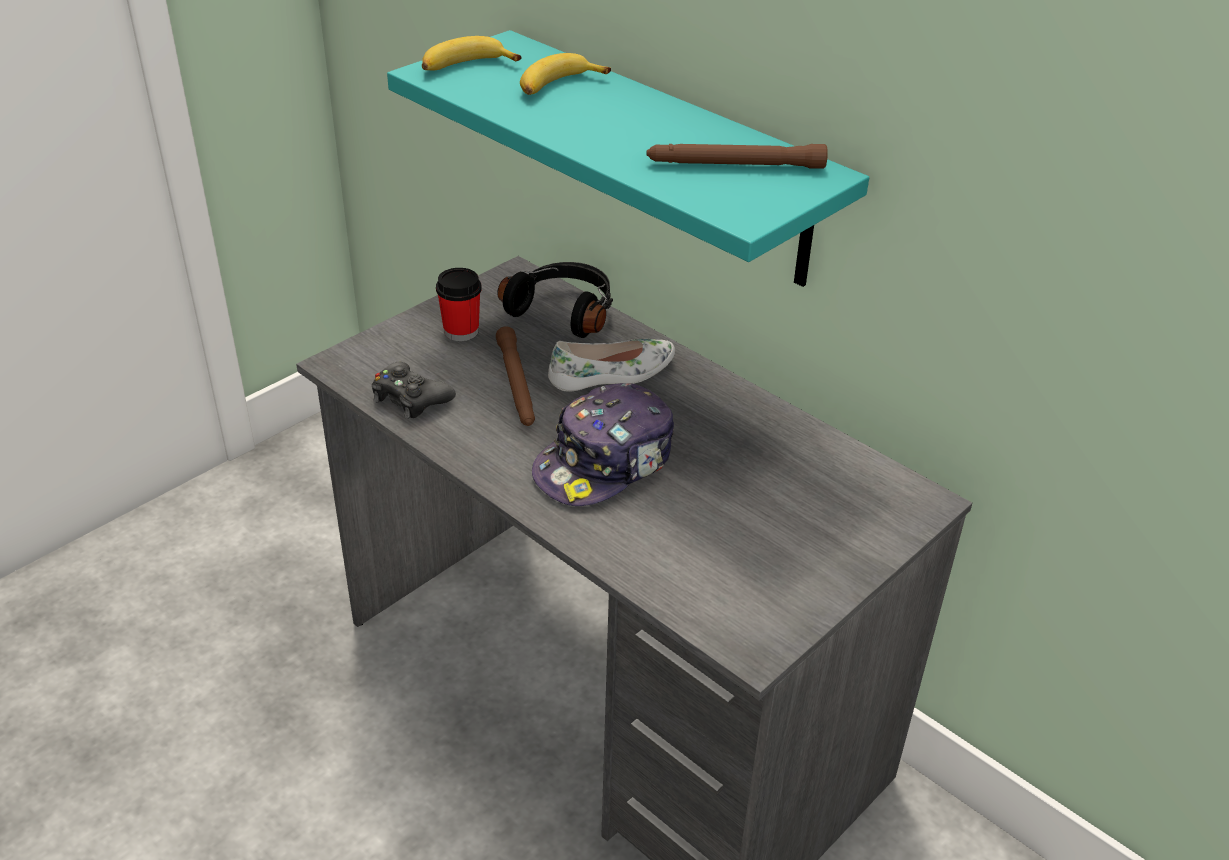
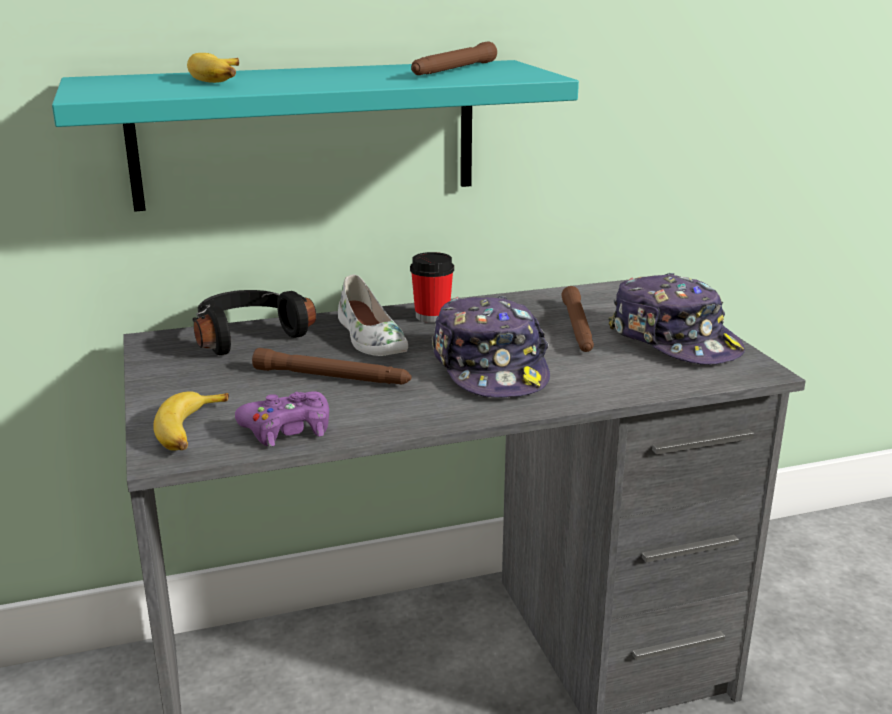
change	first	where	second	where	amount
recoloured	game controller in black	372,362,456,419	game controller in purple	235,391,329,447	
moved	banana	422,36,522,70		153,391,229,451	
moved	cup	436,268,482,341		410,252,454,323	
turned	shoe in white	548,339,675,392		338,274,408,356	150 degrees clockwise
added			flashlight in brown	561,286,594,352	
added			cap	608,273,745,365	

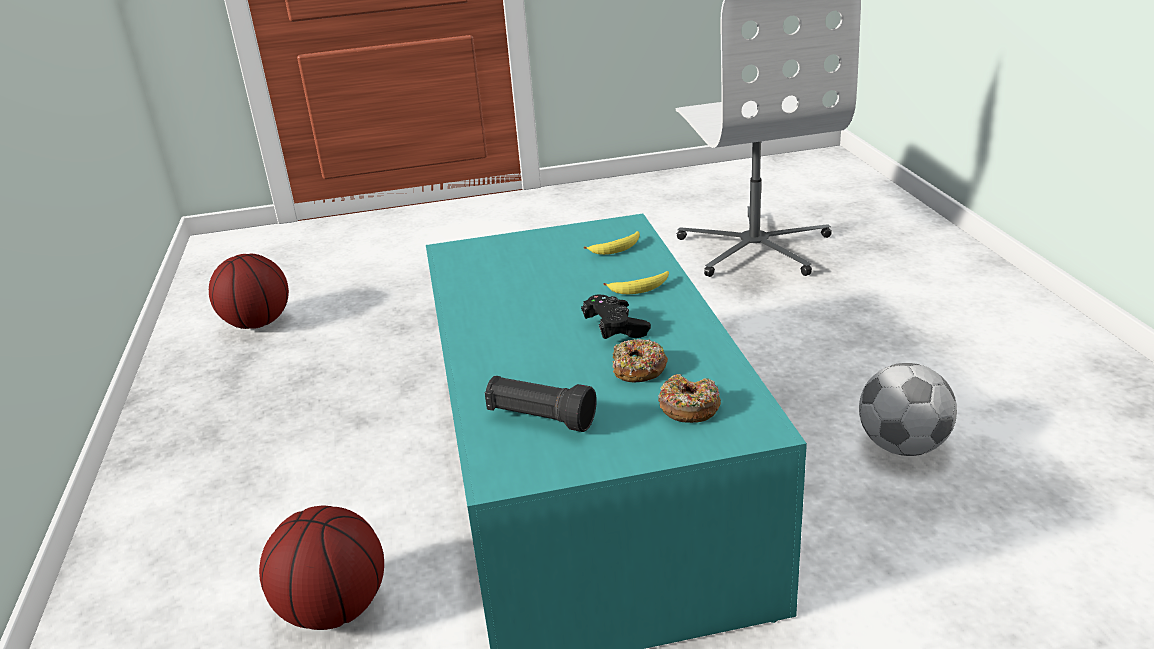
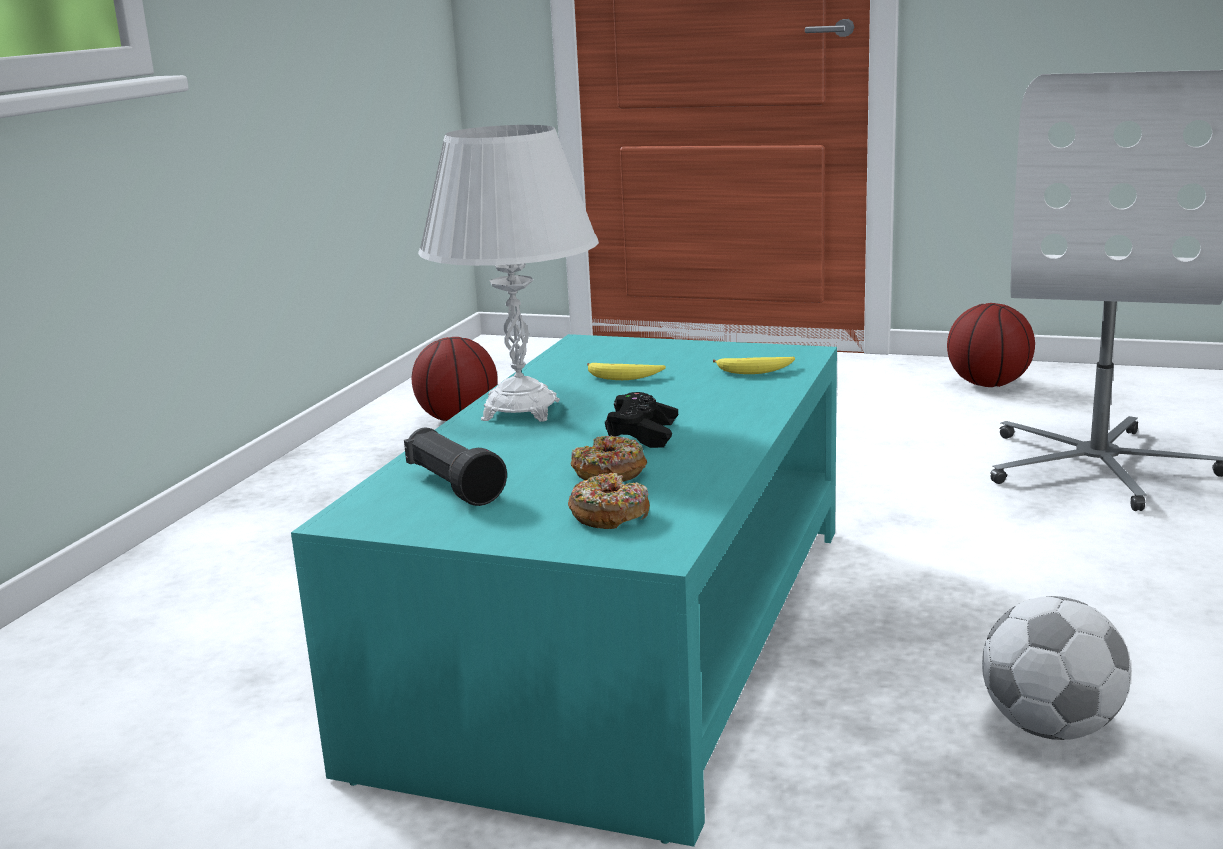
change	first	where	second	where	amount
moved	basketball	259,506,384,630		947,303,1035,387	
moved	banana	604,271,669,294		587,363,666,380	
added			table lamp in white	418,125,599,422	

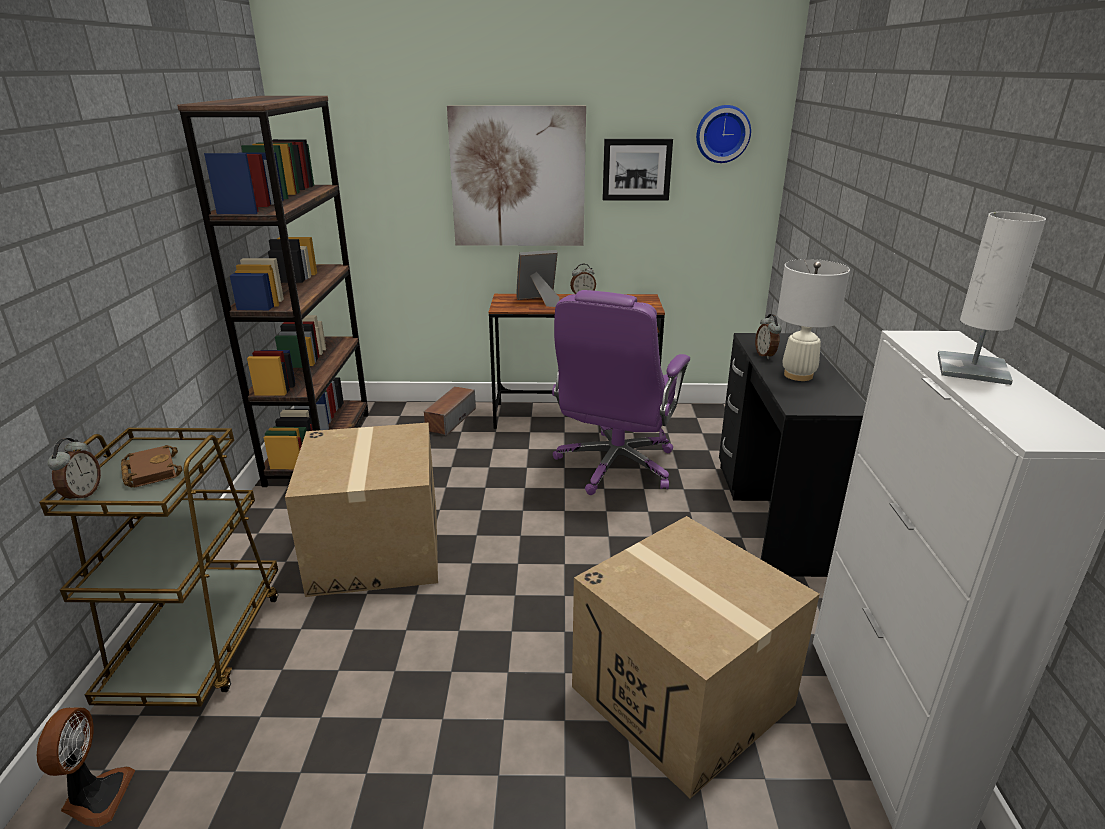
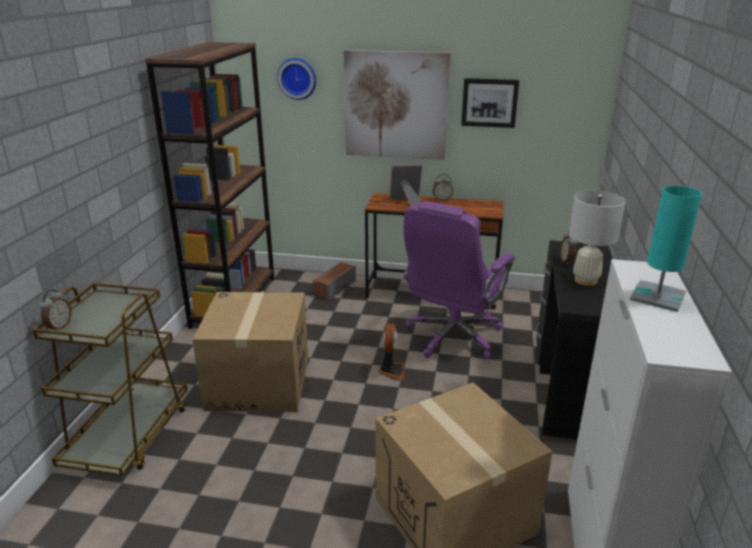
change	first	where	second	where	amount
moved	fan	37,707,135,827		379,323,405,381	
removed	book in brown	121,445,183,487			
moved	wall clock	696,105,751,163		277,58,316,100	
recoloured	table lamp in white	938,212,1046,385	table lamp in turquoise	630,185,702,312	

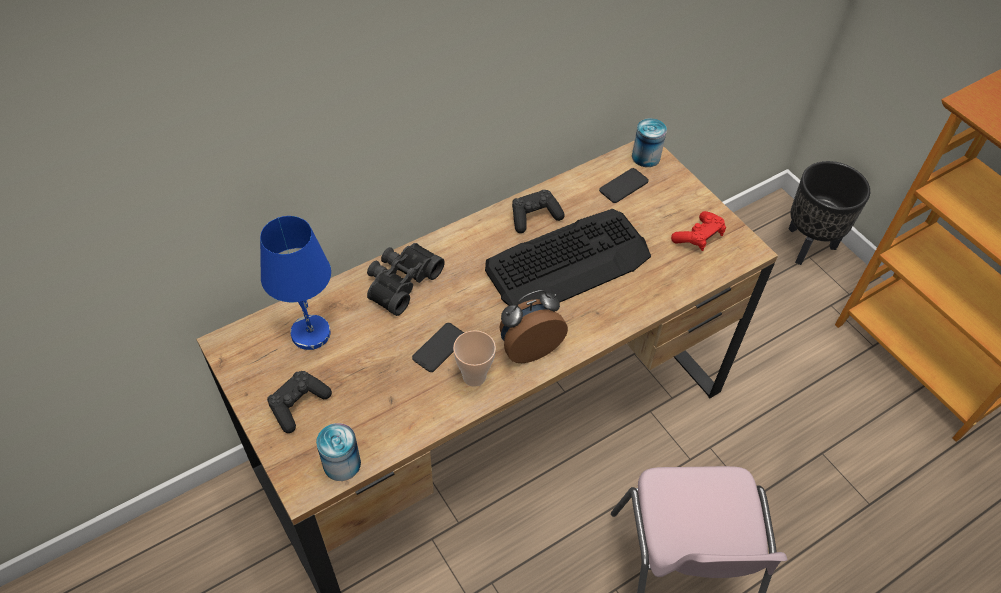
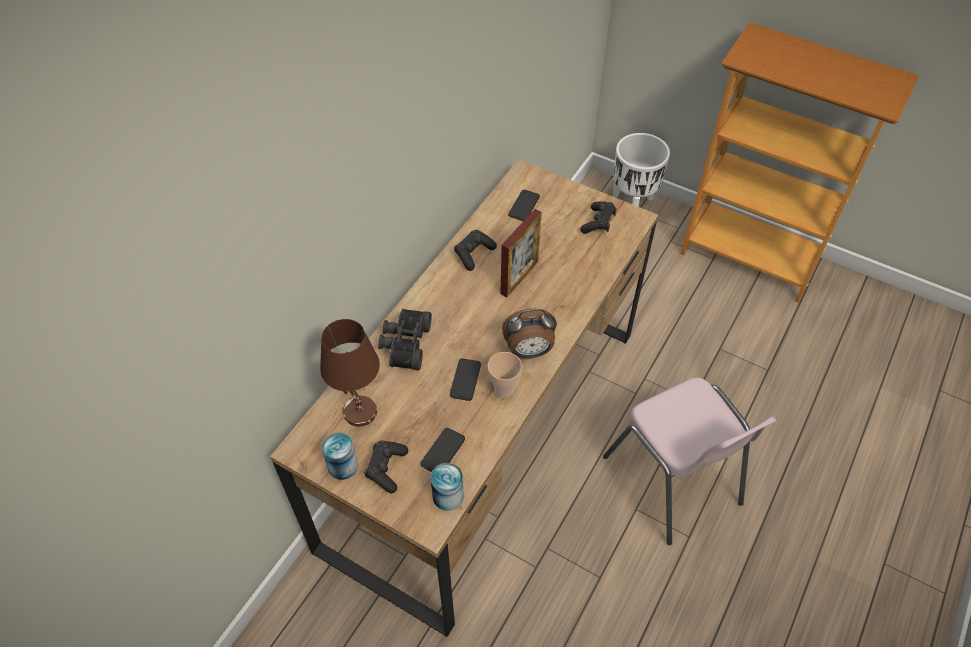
change	first	where	second	where	amount
recoloured	table lamp in blue	260,216,331,350	table lamp in brown	320,319,380,427	
replaced	keyboard	485,209,651,306	picture frame	500,209,542,297	
turned	alarm clock	499,290,568,363		502,308,557,358	135 degrees counterclockwise
moved	can	632,118,667,167		322,433,358,480	
recoloured	game controller in red	671,211,726,251	game controller in black	581,201,617,234	
recoloured	planter in black	789,161,870,265	planter in white	613,133,670,207	
added			phone	420,428,465,472	

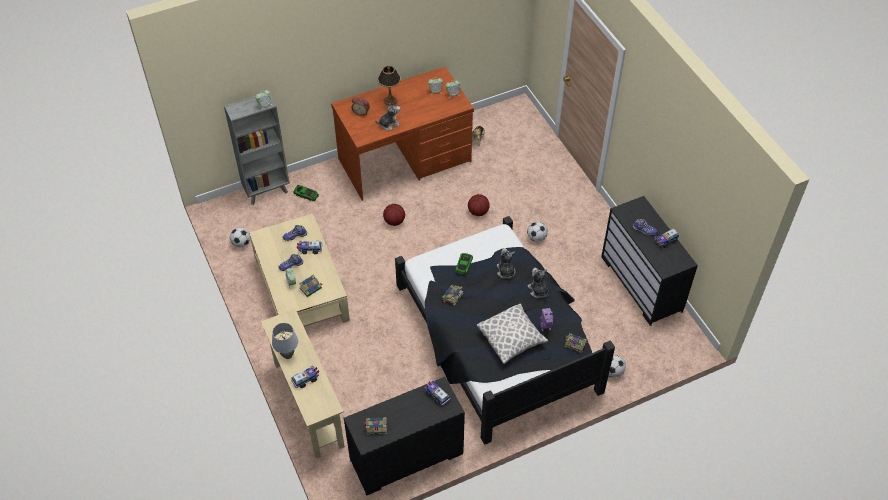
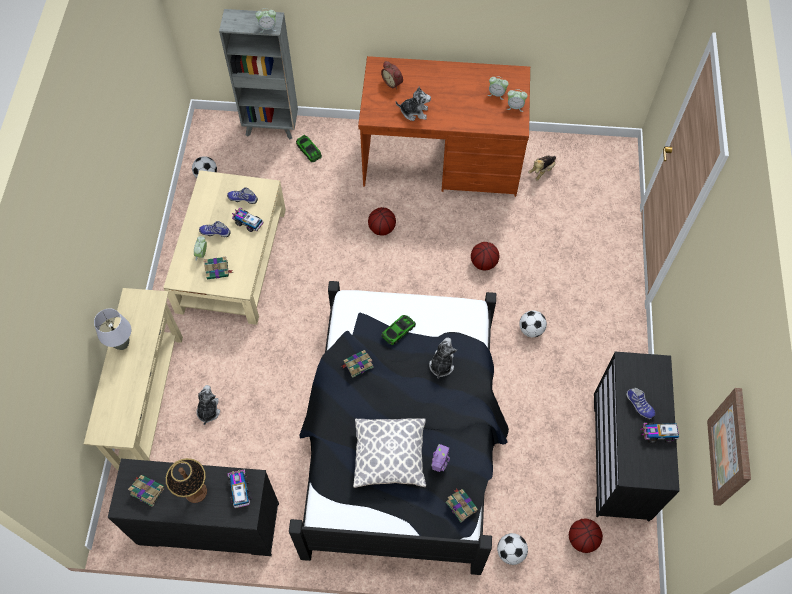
change	first	where	second	where	amount
removed	toy truck	291,366,319,388			
moved	table lamp	377,66,401,106		166,458,207,503	
moved	plush toy	528,268,548,298		196,385,220,425	
added			basketball	569,519,603,553	
added			picture	707,388,751,506	

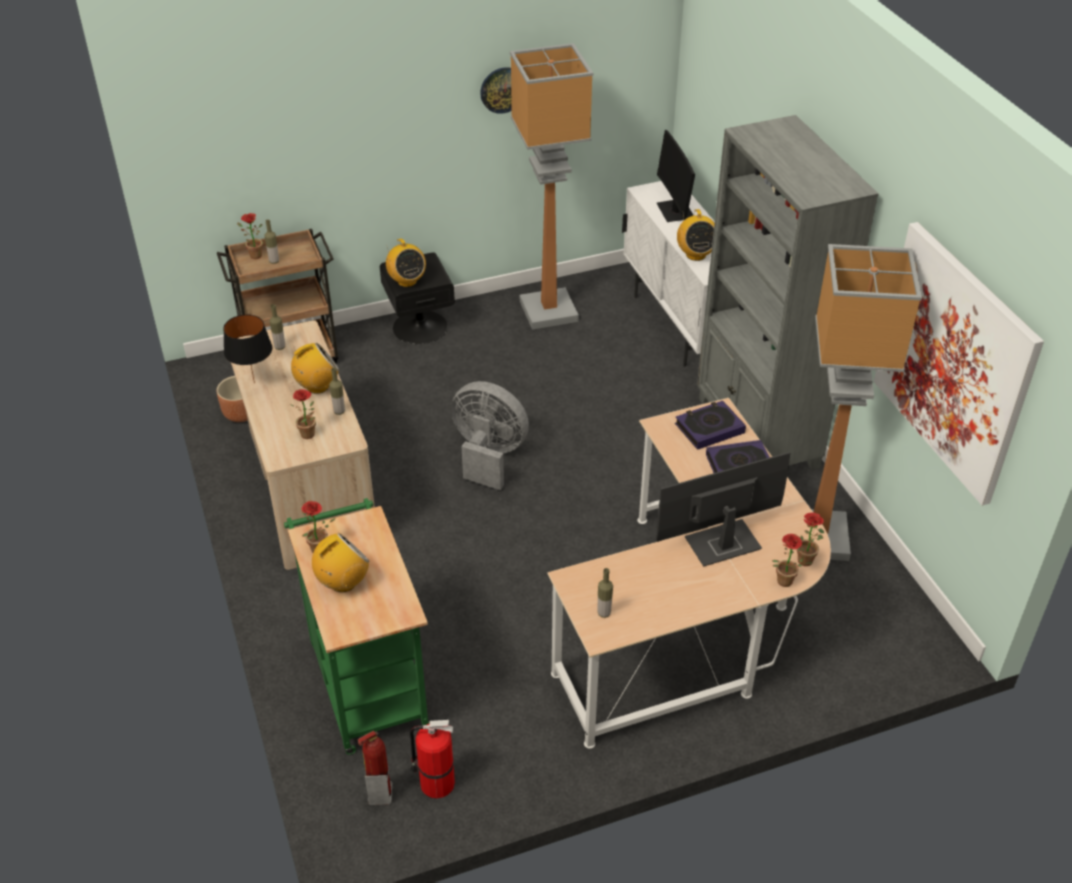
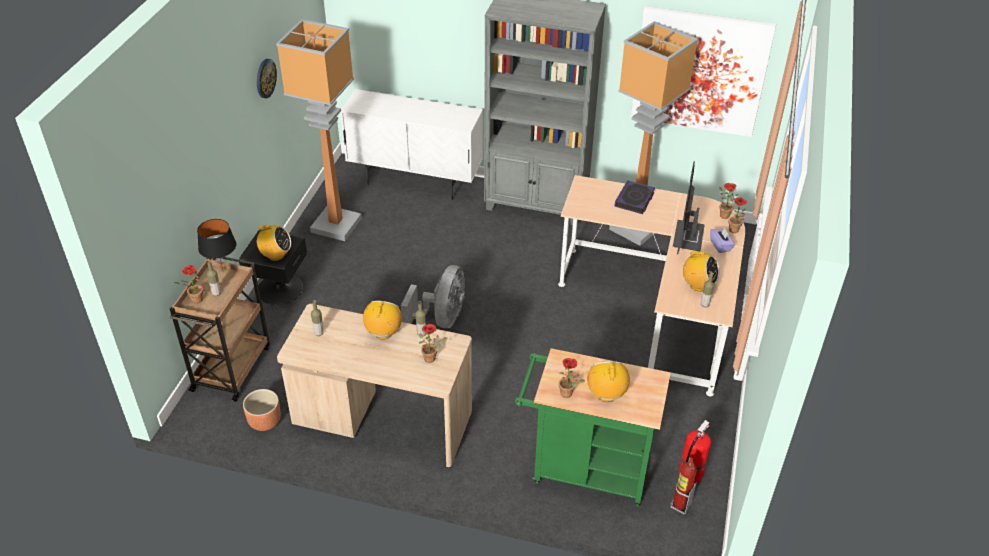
change	first	where	second	where	amount
moved	table lamp in black	223,315,272,384		197,219,236,270	
turned	fan in grey	451,381,529,490		401,265,465,328	135 degrees clockwise
removed	monitor	657,130,695,222			
removed	book	675,401,746,450			
moved	radio	677,209,714,261		683,251,720,291	
added			tissue box in purple	710,227,735,253	

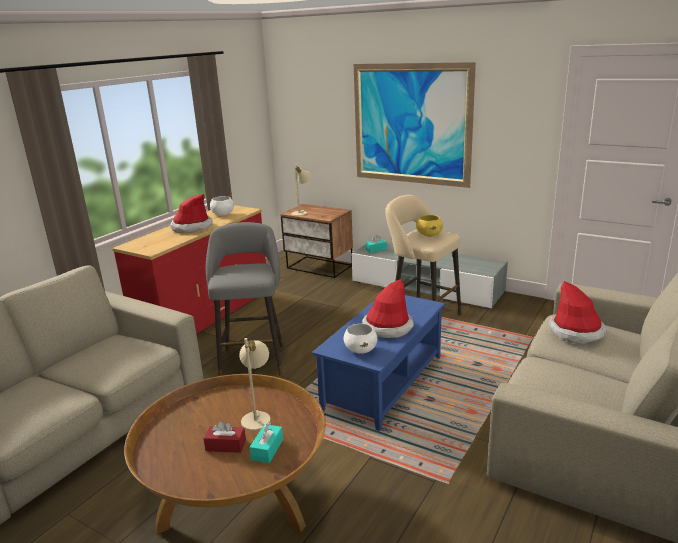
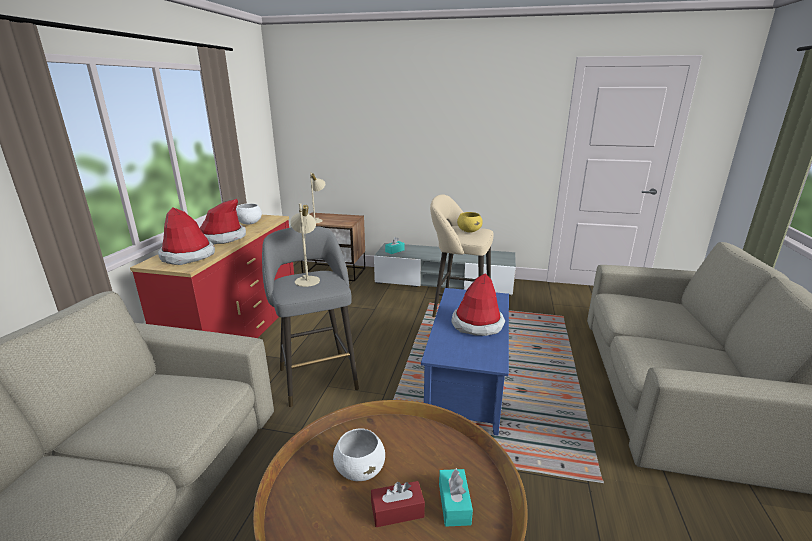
change	first	where	second	where	amount
moved	table lamp in beige	239,338,270,430		290,203,320,287	
moved	bowl in white	343,323,377,354		333,428,385,481	
removed	picture	354,62,476,188			
moved	hat	549,281,606,344		158,207,215,265	

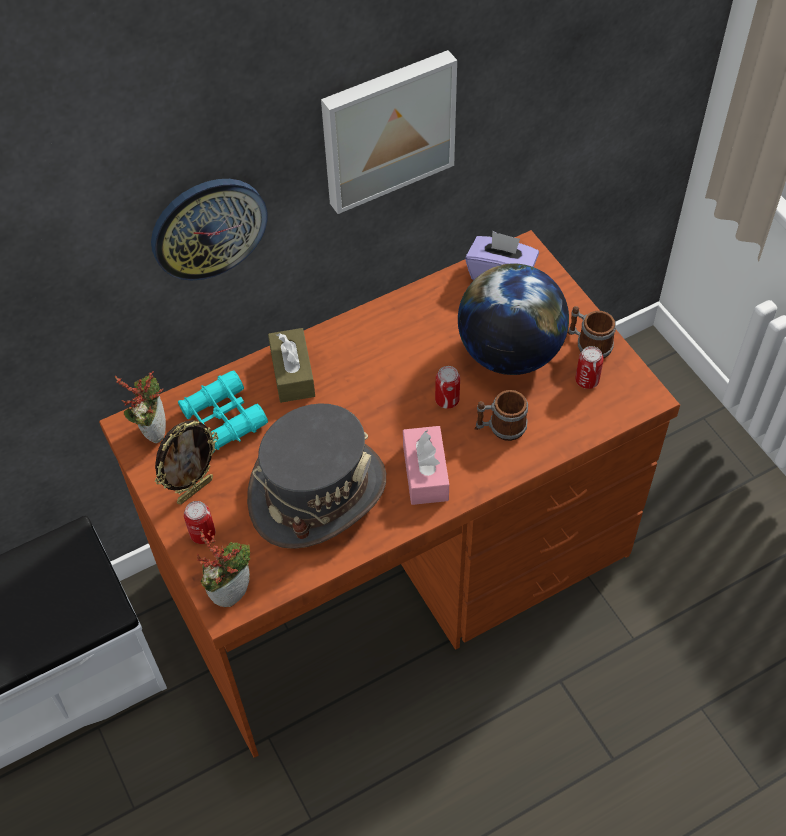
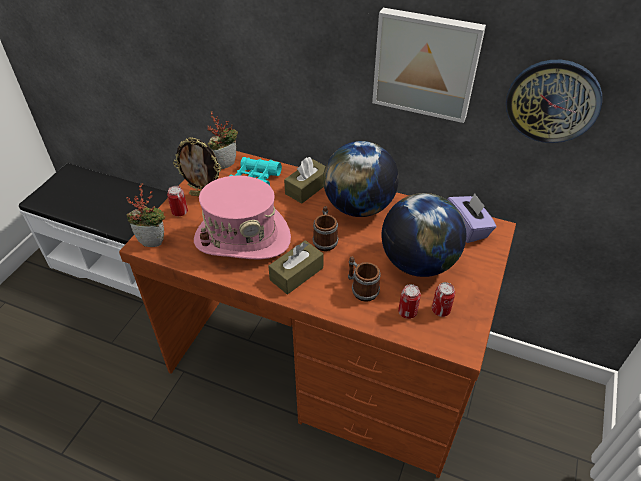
change	first	where	second	where	amount
moved	wall clock	151,179,267,280		506,60,602,143	
recoloured	hat in grey	247,403,386,549	hat in pink	194,175,291,260	
recoloured	tissue box in pink	403,426,449,505	tissue box in brown	268,240,323,294	
moved	can	435,366,460,409		398,284,421,319	
moved	mug	568,306,616,358		313,206,338,251	
added			globe	323,141,399,217	

